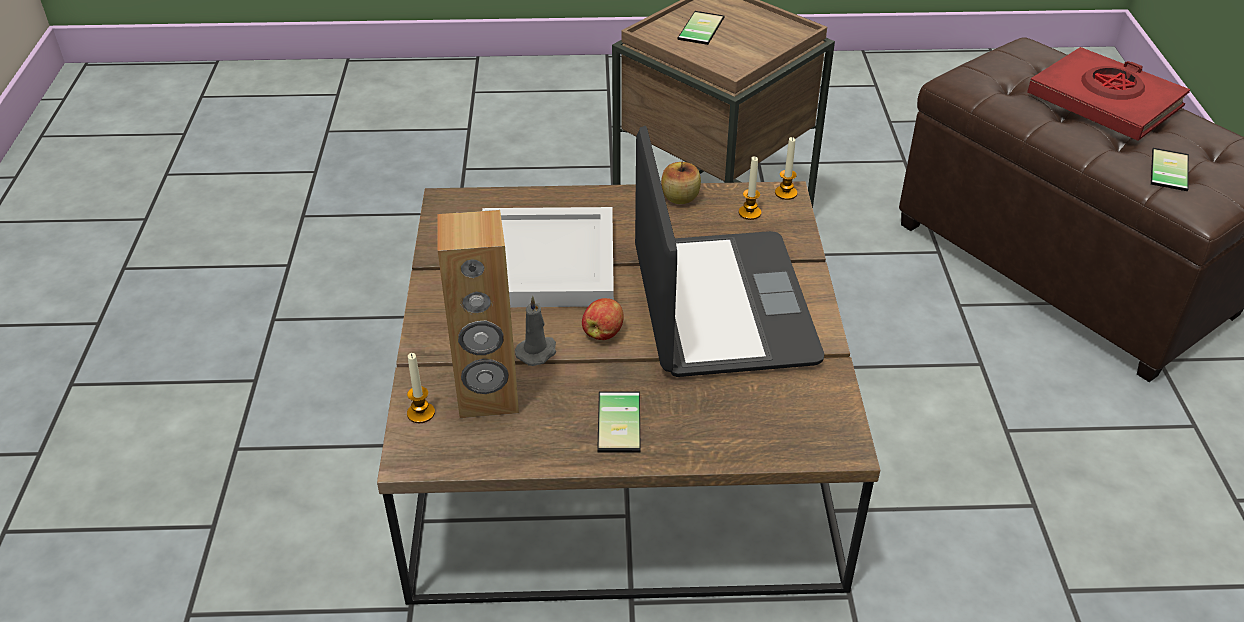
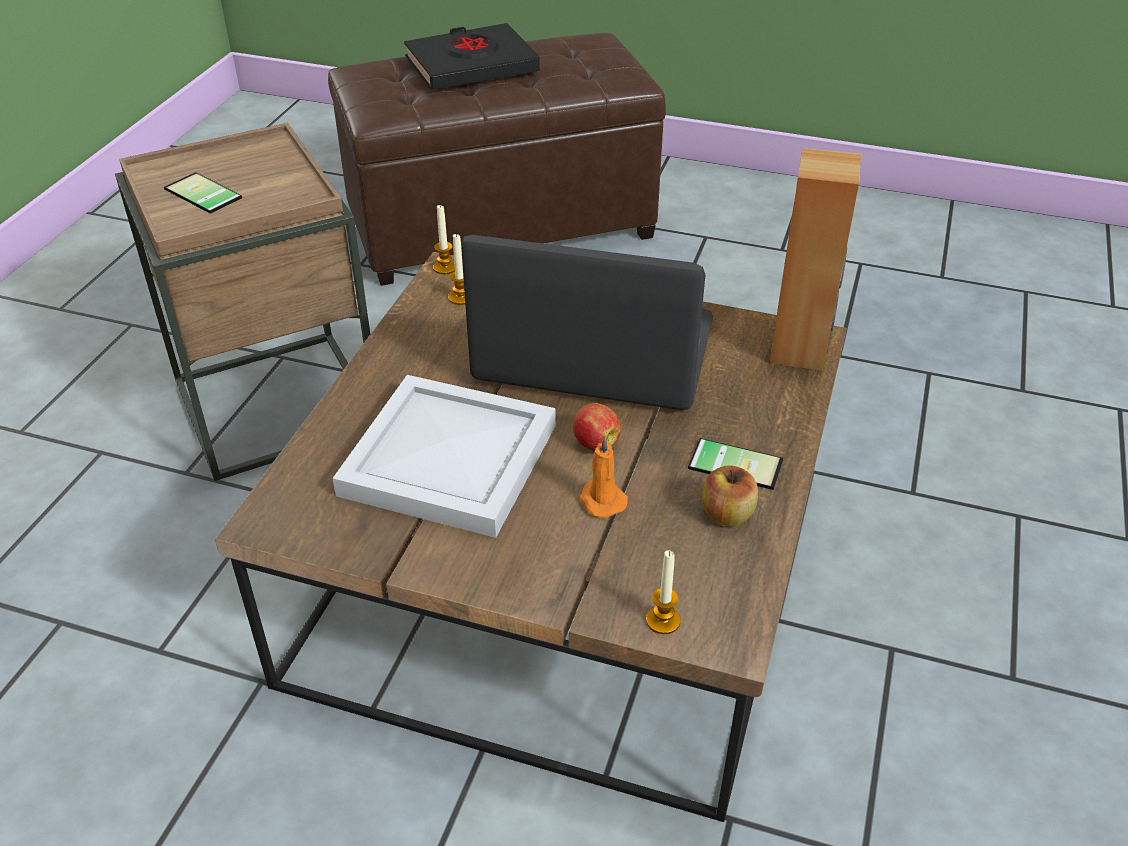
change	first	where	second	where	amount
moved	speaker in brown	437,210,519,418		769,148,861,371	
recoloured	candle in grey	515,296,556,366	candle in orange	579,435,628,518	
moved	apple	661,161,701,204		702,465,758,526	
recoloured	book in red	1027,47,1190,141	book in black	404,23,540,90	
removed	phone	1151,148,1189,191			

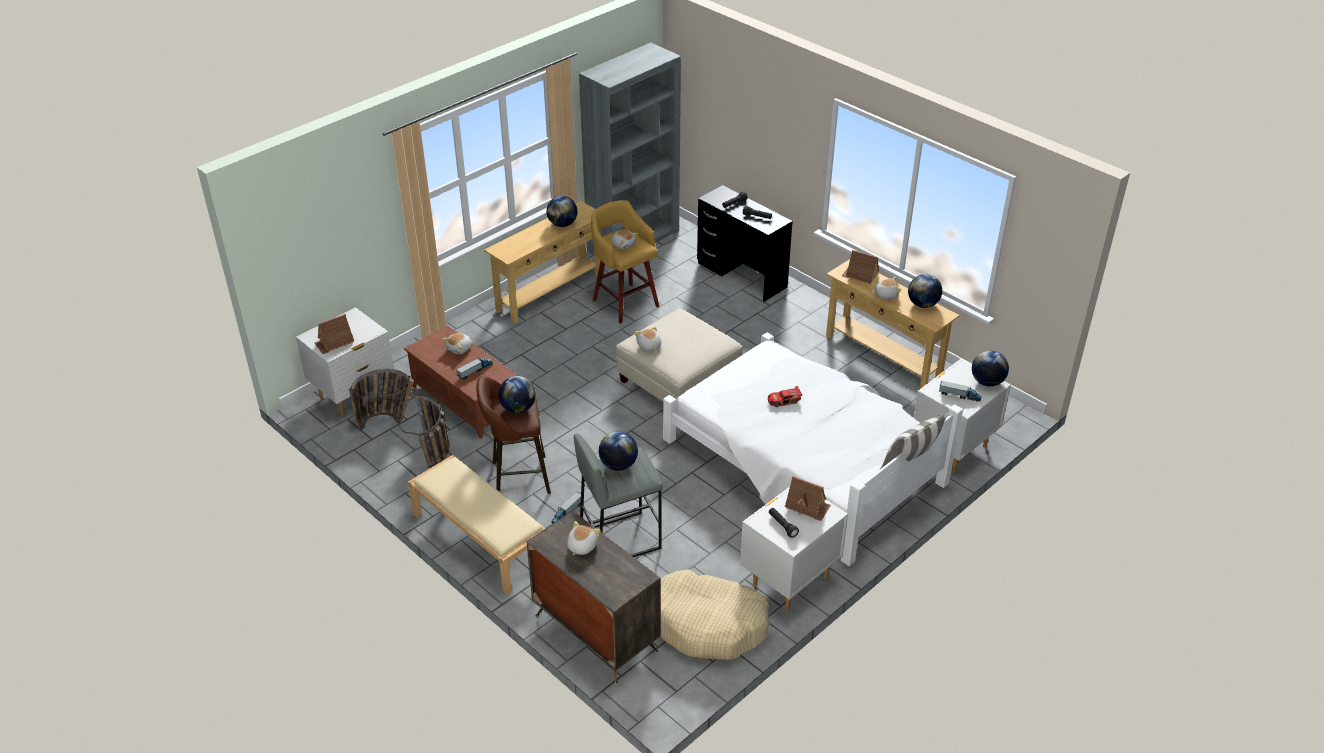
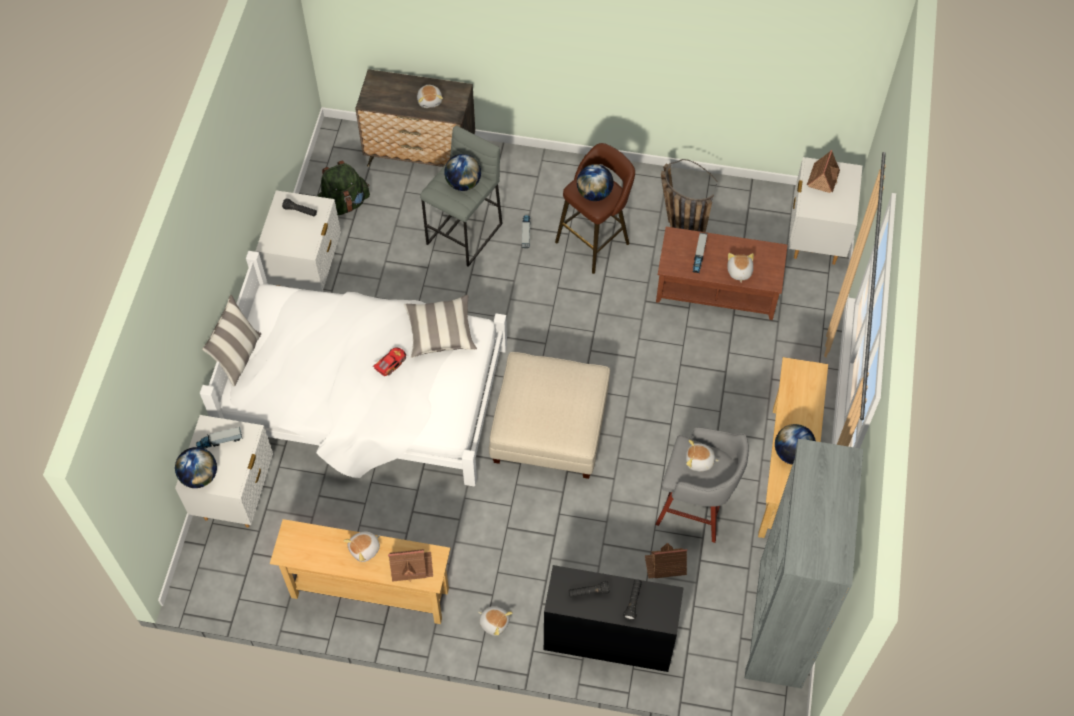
change	first	where	second	where	amount
removed	basket	349,369,414,431			
removed	bench in beige	408,455,546,595			
recoloured	stool in yellow	591,200,659,324	stool in grey	655,427,749,543	
moved	plush toy	634,326,661,351		479,607,513,636	
replaced	dog bed in beige	660,569,770,660	backpack in green	317,160,370,215	
moved	toy house	785,476,831,521		645,543,687,579	
removed	globe	908,274,942,308			
added			pillow	404,295,477,358	

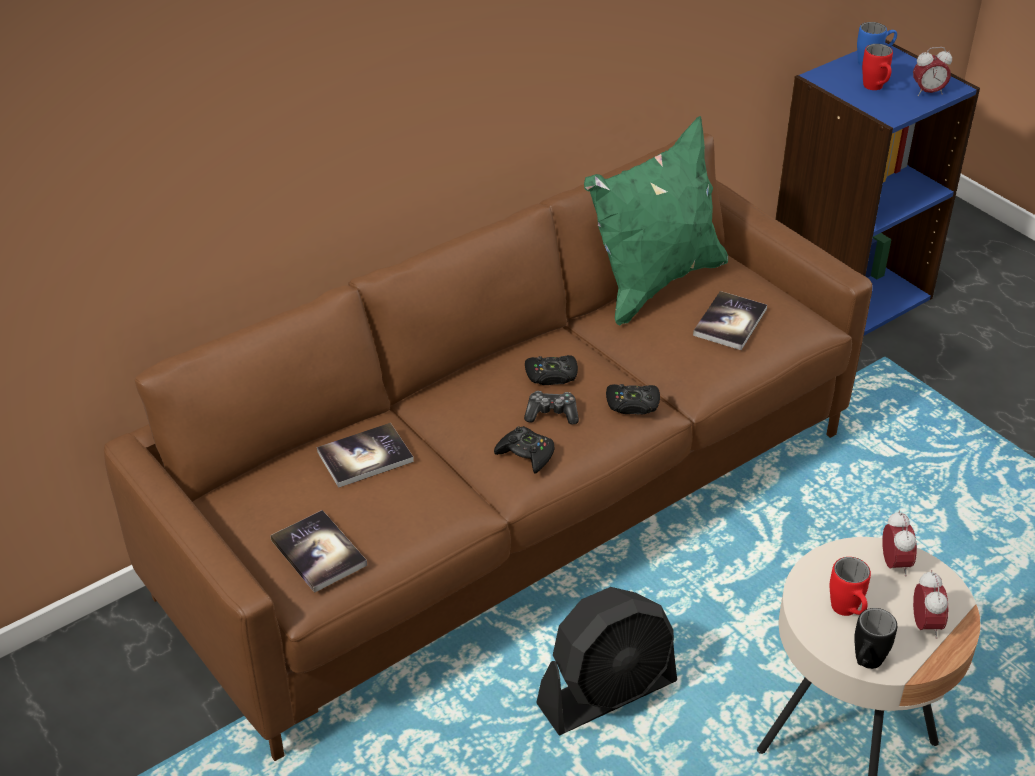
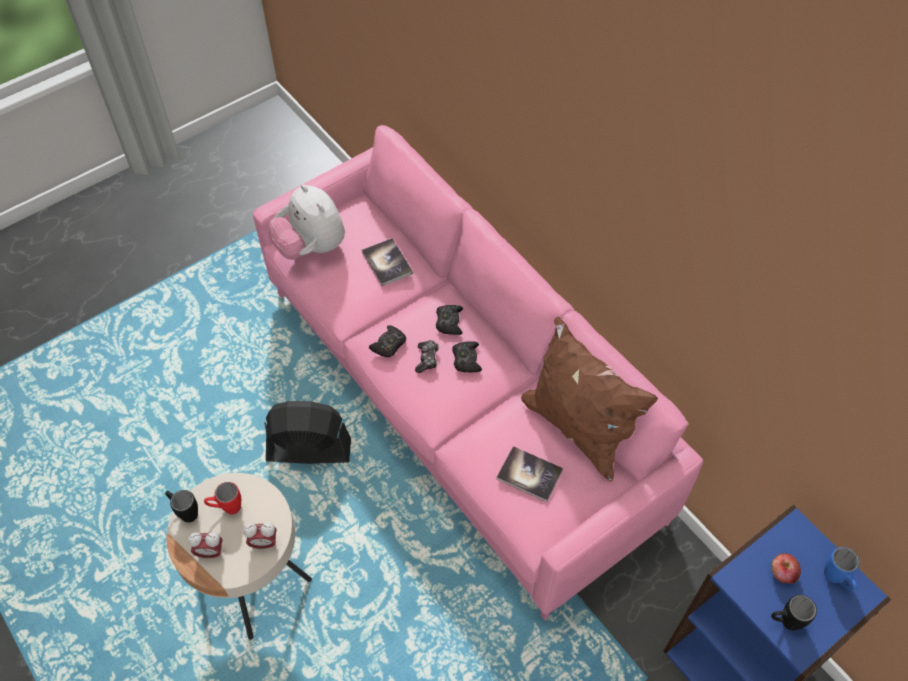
change	first	where	second	where	amount
recoloured	sofa in brown	104,133,872,761	sofa in pink	253,125,703,620	
replaced	book	270,510,367,593	plush toy	268,184,345,260	
turned	fan in black	536,587,677,735		264,401,351,464	120 degrees clockwise
recoloured	pillow in green	584,116,728,325	pillow in brown	521,317,658,482	
moved	game controller in black	606,384,660,415		436,305,463,335	
replaced	mug in red	862,44,893,90	apple	771,553,801,584	
replaced	alarm clock	913,47,952,96	mug in black	771,595,817,631	

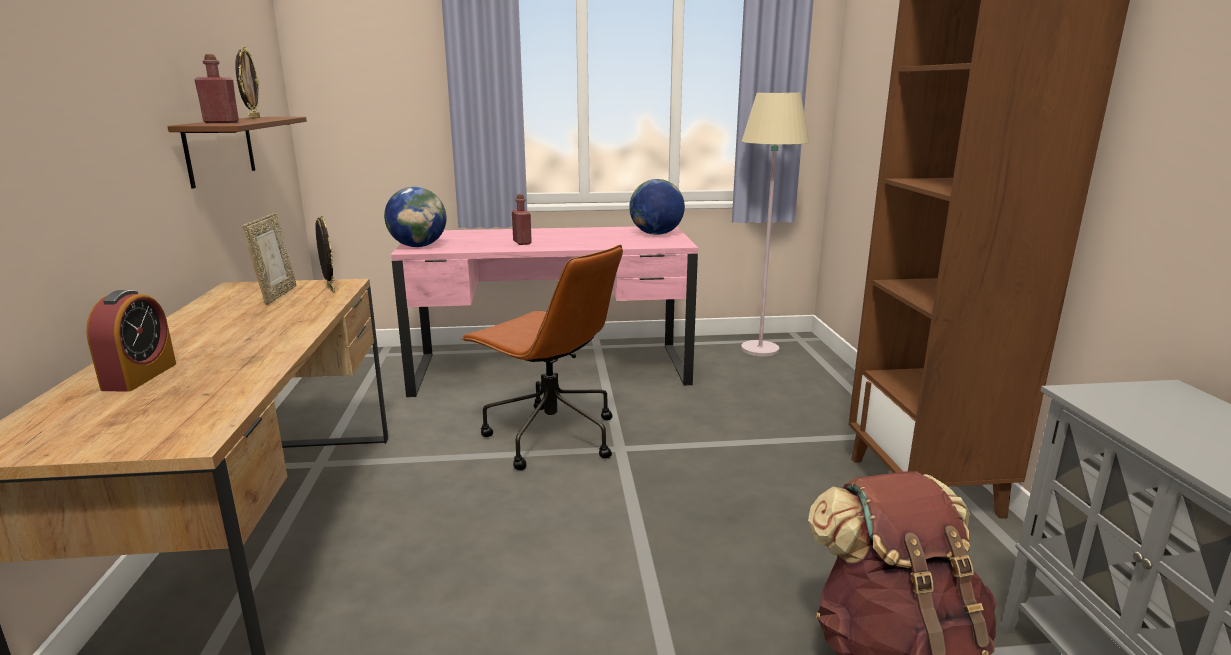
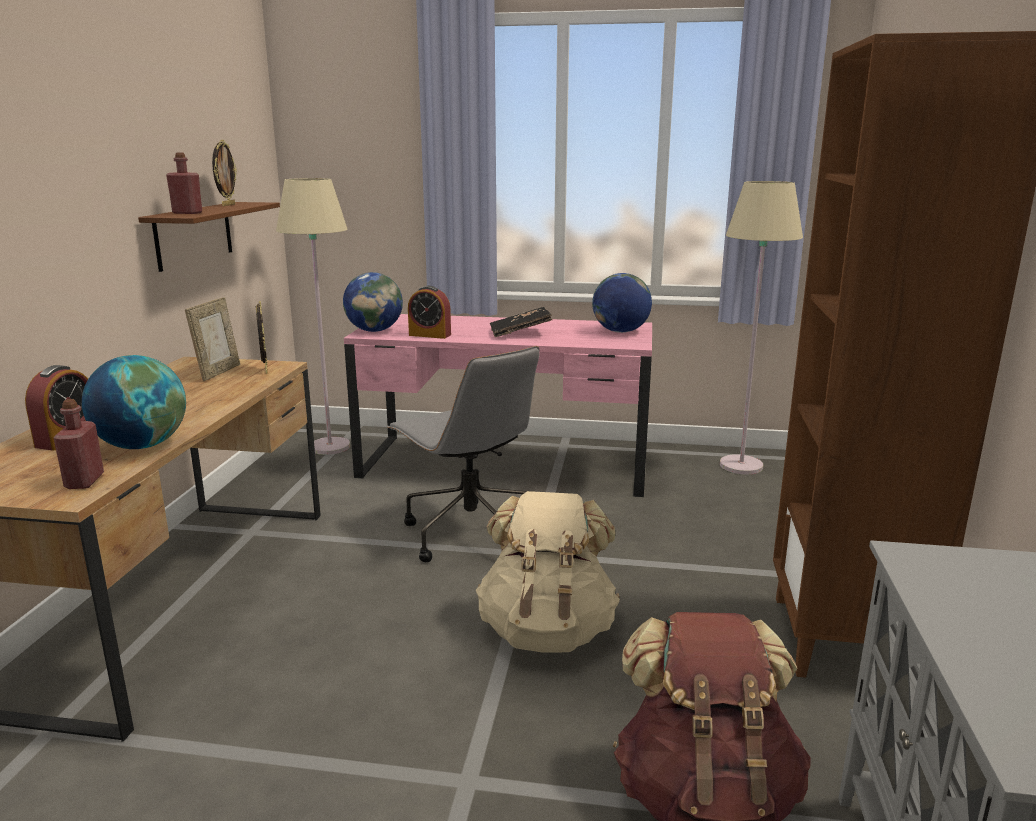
change	first	where	second	where	amount
recoloured	office chair in brown	461,245,623,470	office chair in grey	387,346,539,563	
moved	bottle in red	512,194,532,245		53,399,104,489	
added			globe	82,355,186,449	
added			floor lamp in beige	276,178,350,455	
added			alarm clock	408,286,451,339	
added			backpack in beige	476,491,620,652	
added			book in black	490,307,552,337	

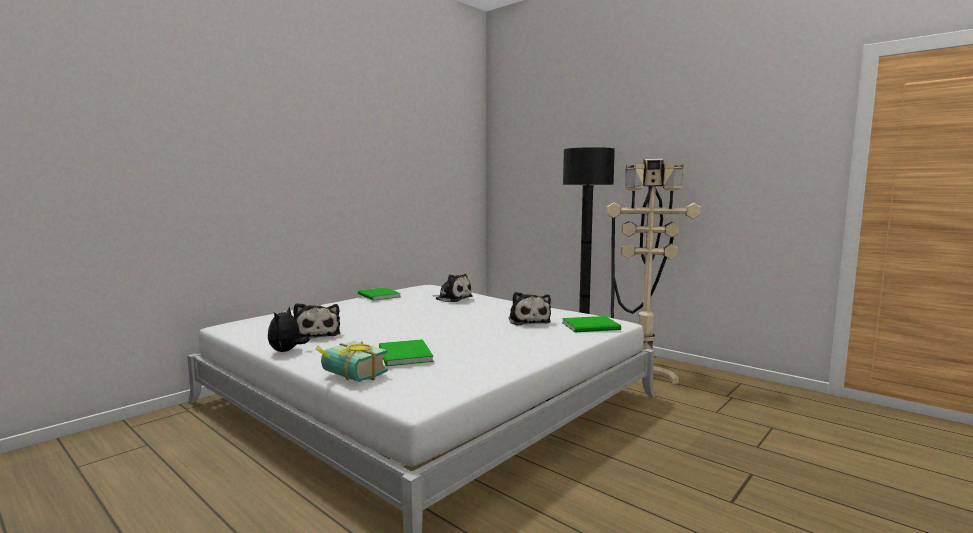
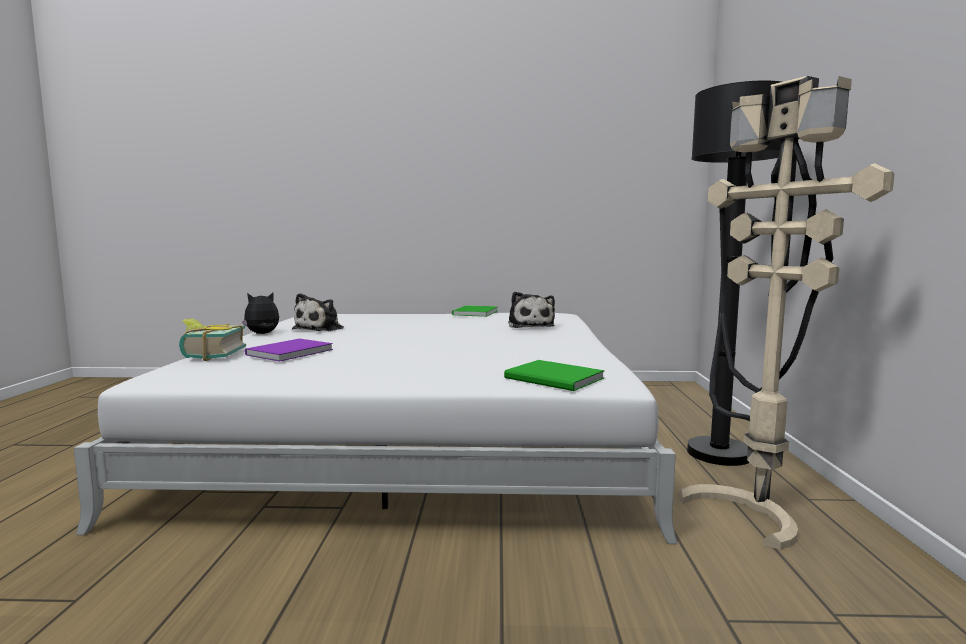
change	first	where	second	where	amount
recoloured	book in green	379,339,434,366	book in purple	245,339,333,362	
removed	plush toy	508,292,551,326			

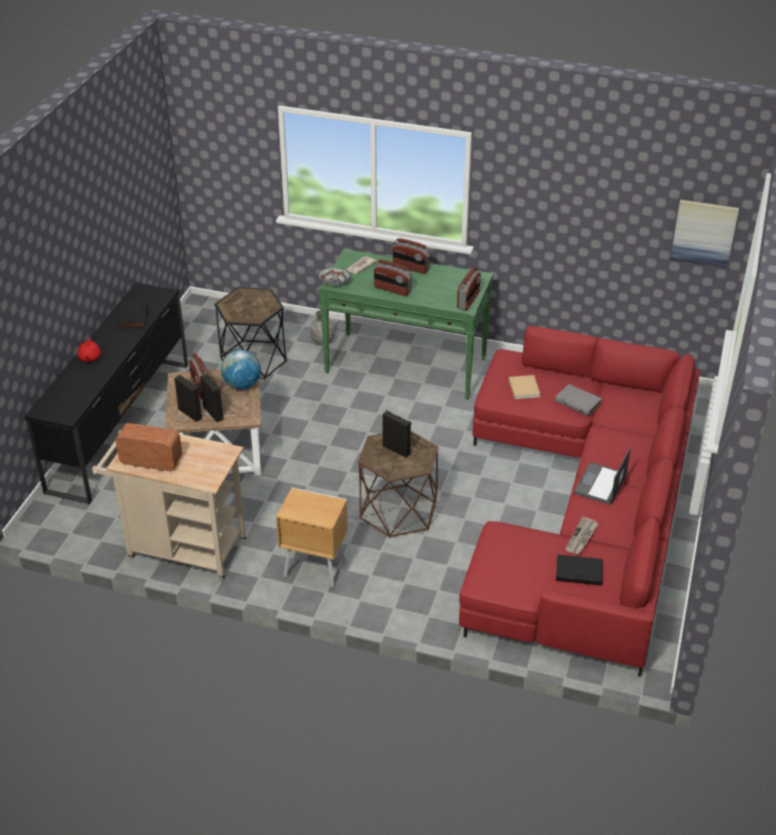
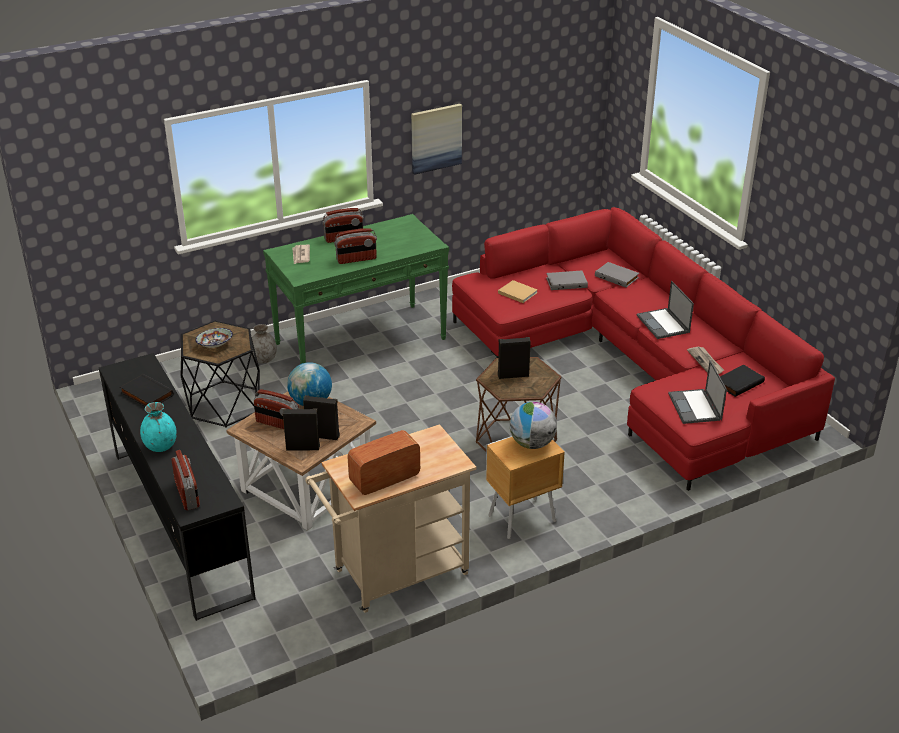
change	first	where	second	where	amount
replaced	teapot in red	78,338,101,362	vase in turquoise	140,402,177,452	
moved	bowl	317,268,351,285		196,328,233,348	
moved	radio	457,267,481,311		171,450,200,510	
moved	picture	670,200,739,268		411,104,462,175	
added			globe	510,402,557,449	
added			book in grey	595,262,639,288	
added			laptop	668,360,727,424	

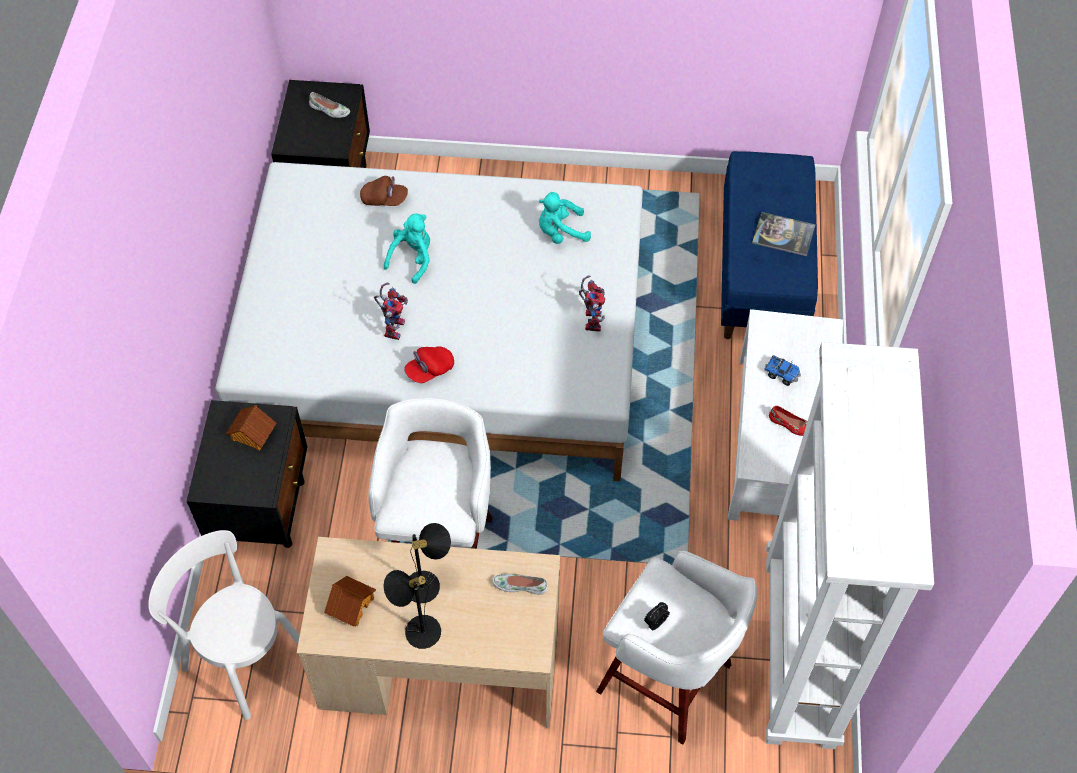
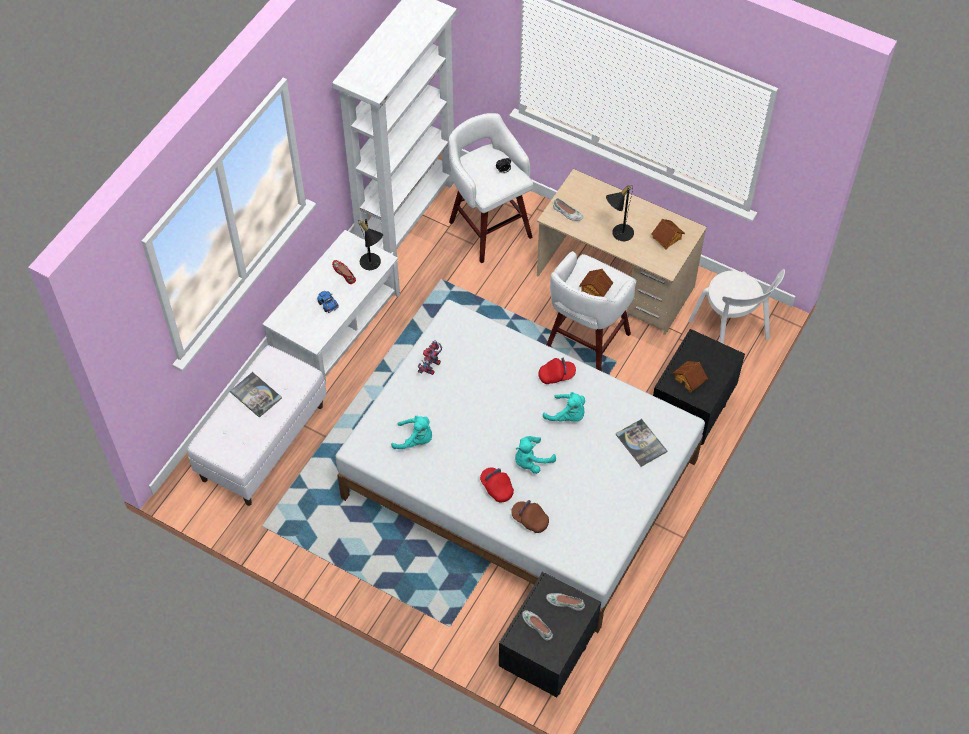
change	first	where	second	where	amount
replaced	toy robot	374,283,408,340	plush toy in turquoise	543,392,585,422	
moved	table lamp in black	383,570,441,649		358,219,383,270	
recoloured	bench in blue	721,151,818,339	bench in white	187,345,327,506	
added			cap in red	480,468,514,502	
added			shoe in white	546,593,585,611	
added			toy house	579,269,613,297	
added			book	616,419,667,467	

